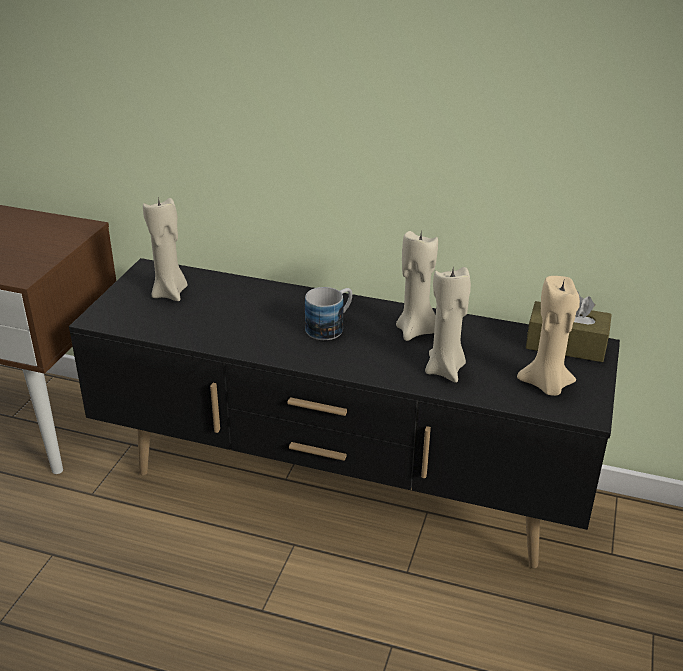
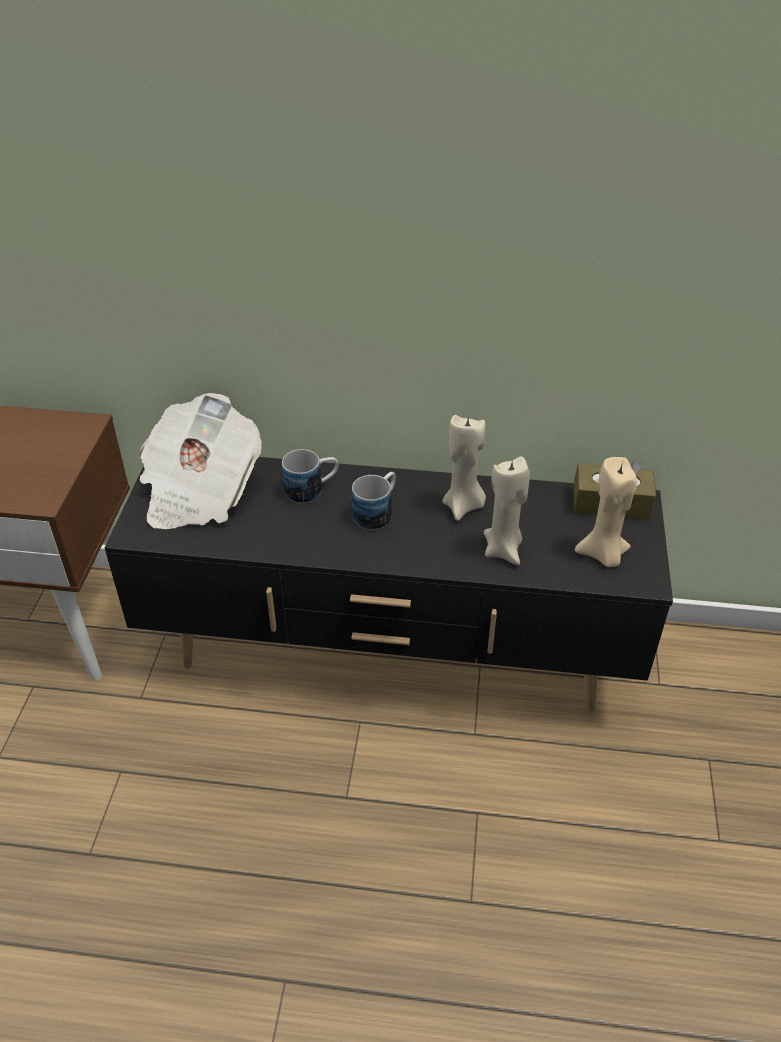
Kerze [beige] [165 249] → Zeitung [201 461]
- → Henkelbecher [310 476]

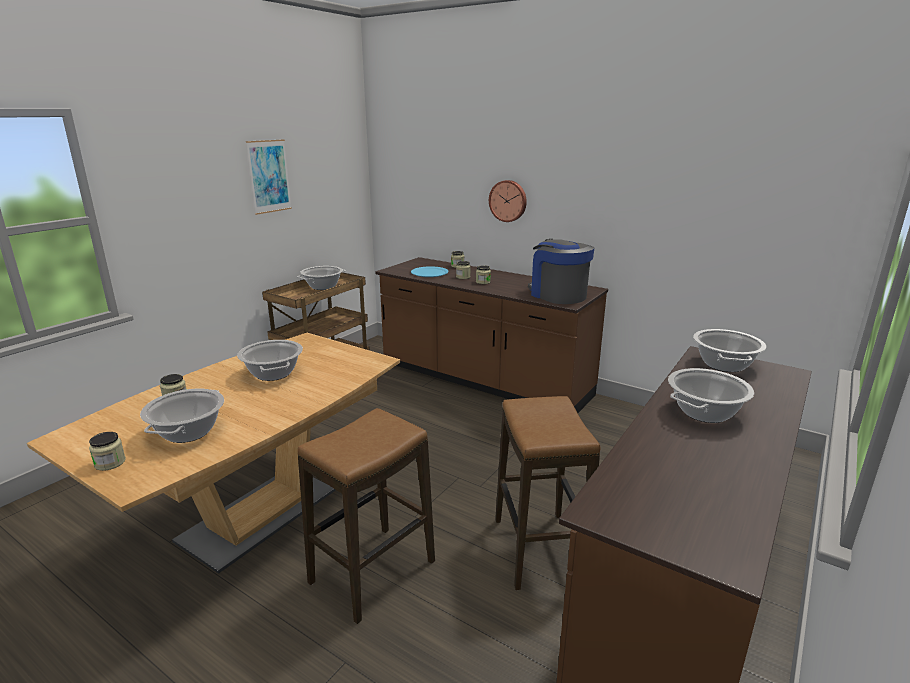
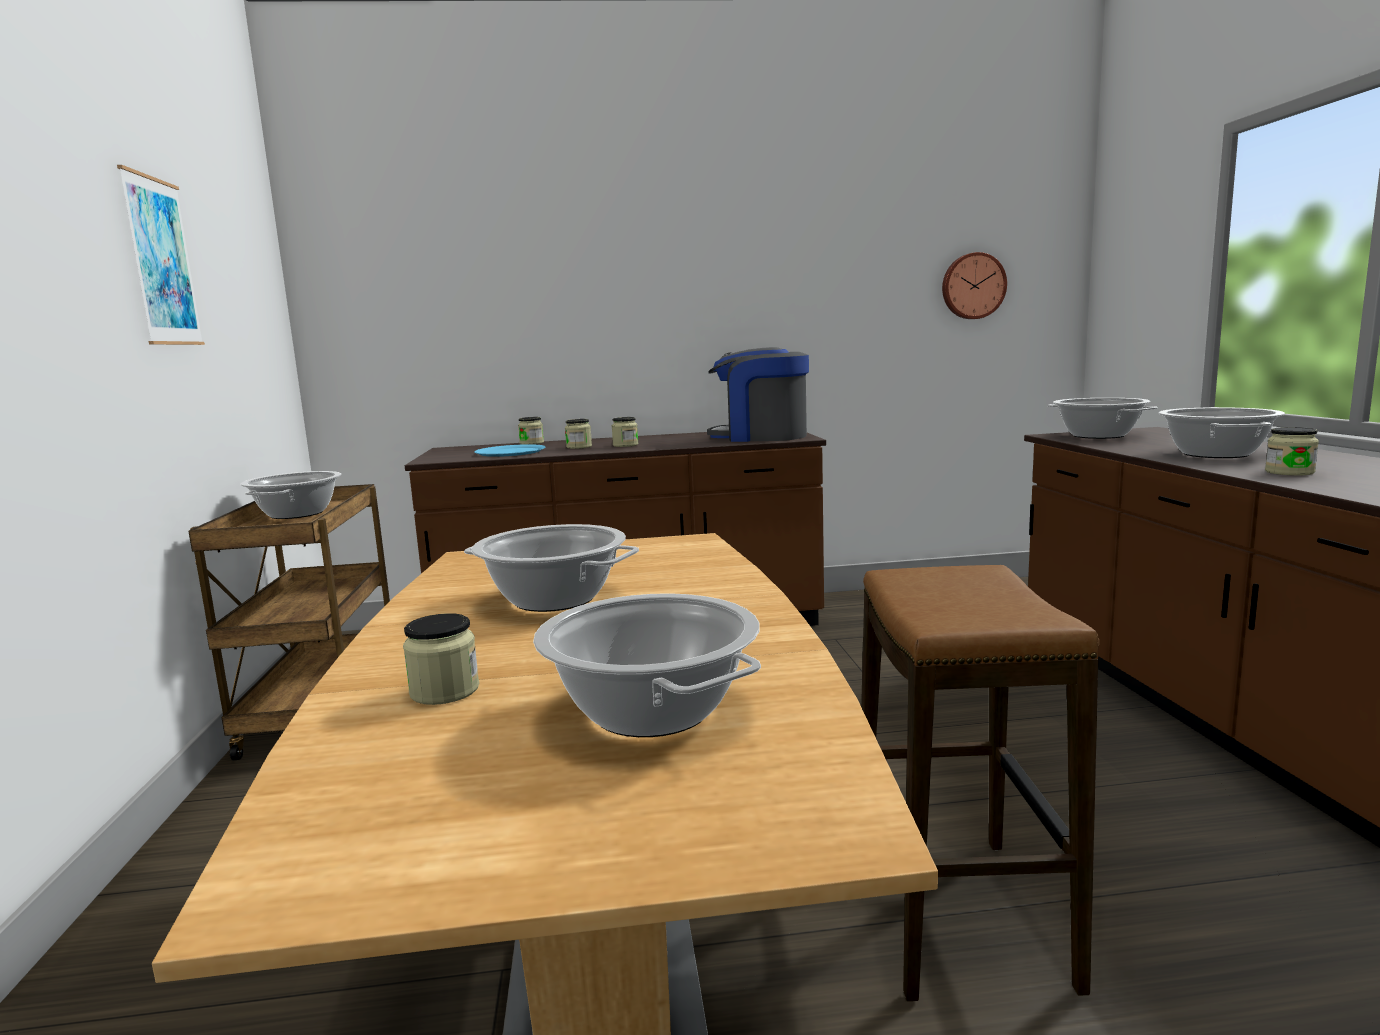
Wanduhr [508 201] → Wanduhr [974 285], move
Hocker [548 493] → -
Vorratsglas [107 451] → Vorratsglas [1292 451], move

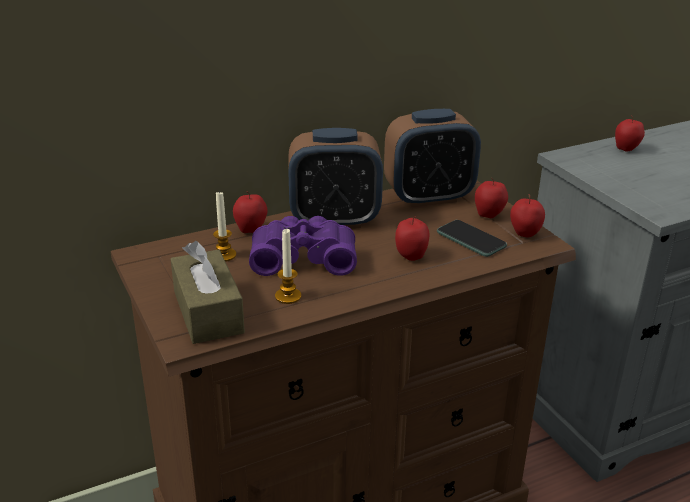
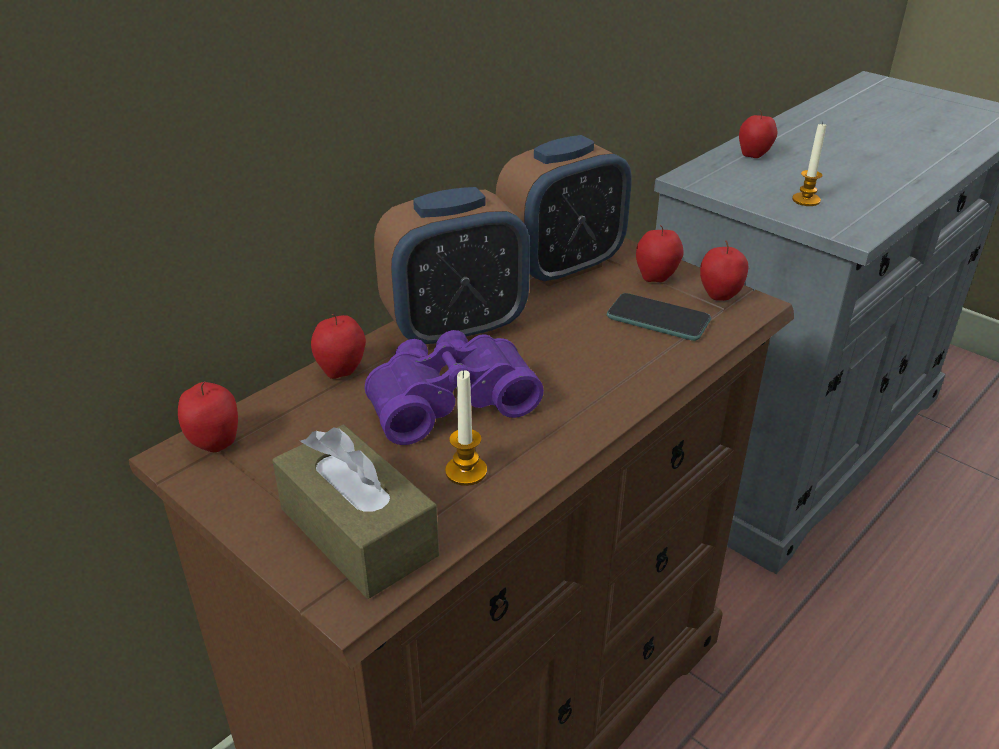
Kerze [224 226] → Kerze [809 164], move
Apfel [412 238] → Apfel [208 417], move

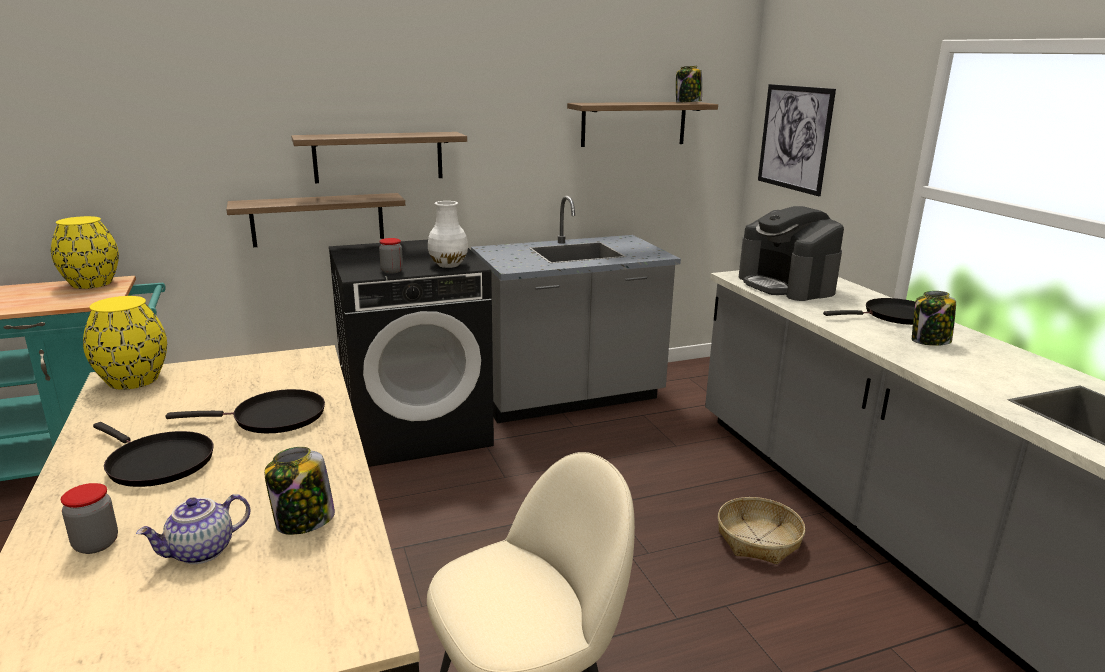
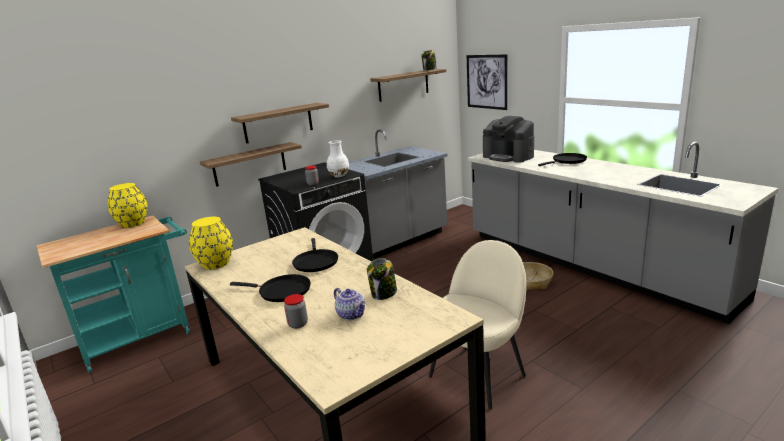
Vorratsglas [934 318] → -
Pfanne [schwarz] [245 411] → Pfanne [schwarz] [315 255], 105 degrees clockwise
Teekanne [193 529] → Teekanne [350 304], 75 degrees counterclockwise

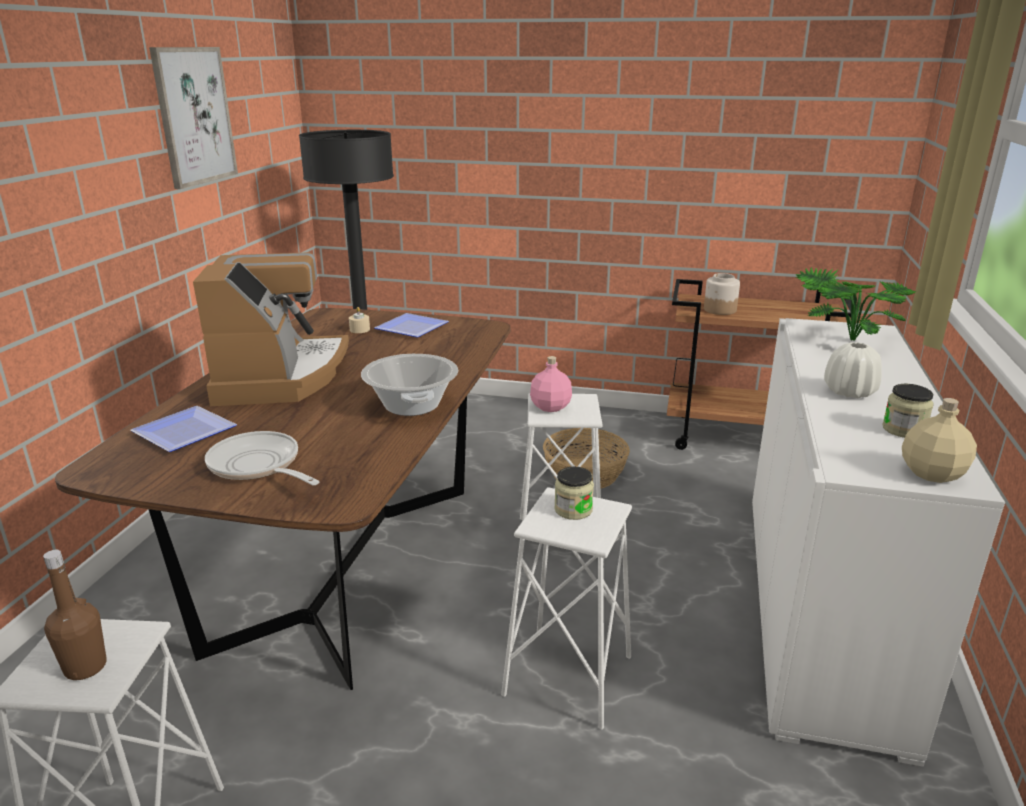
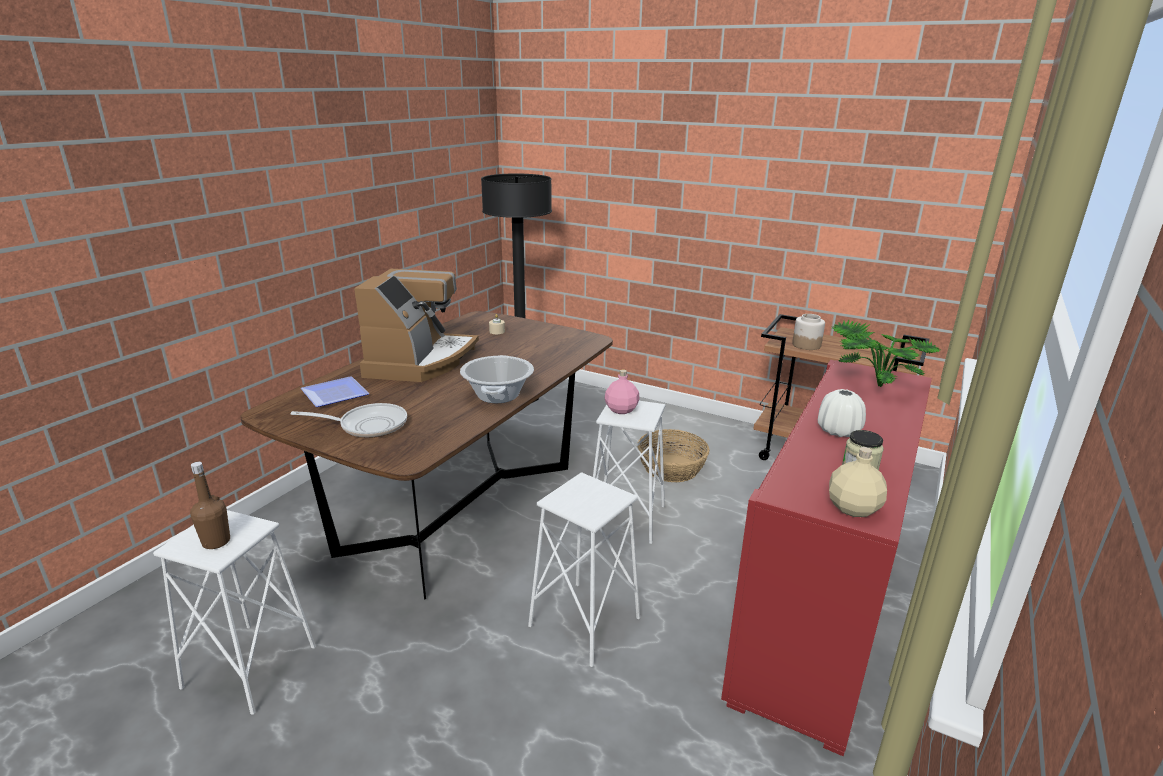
Bild [193 118] → -
Teller [411 325] → -
Schrank [weiß] [878 542] → Schrank [rot] [826 558]
Pfanne [262 458] → Pfanne [349 420], 120 degrees clockwise
Vorratsglas [574 493] → -

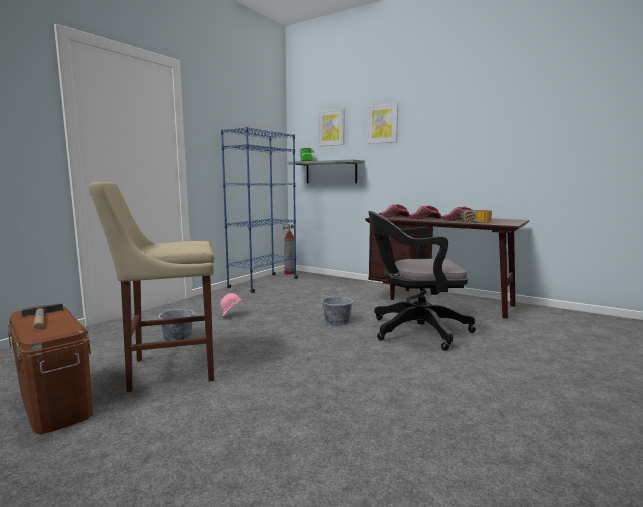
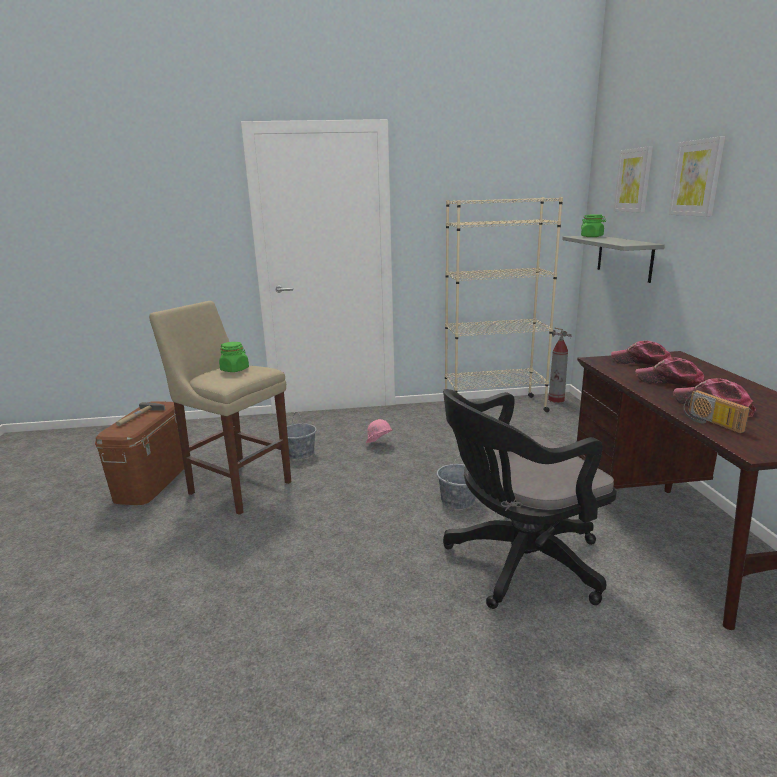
Bücherregal [blau] [259 210] → Bücherregal [beige] [504 304]
Bürostuhl [schwarz] [422 281] → Bürostuhl [schwarz] [530 499], 75 degrees counterclockwise
- → Vorratsglas [grün] [234 357]

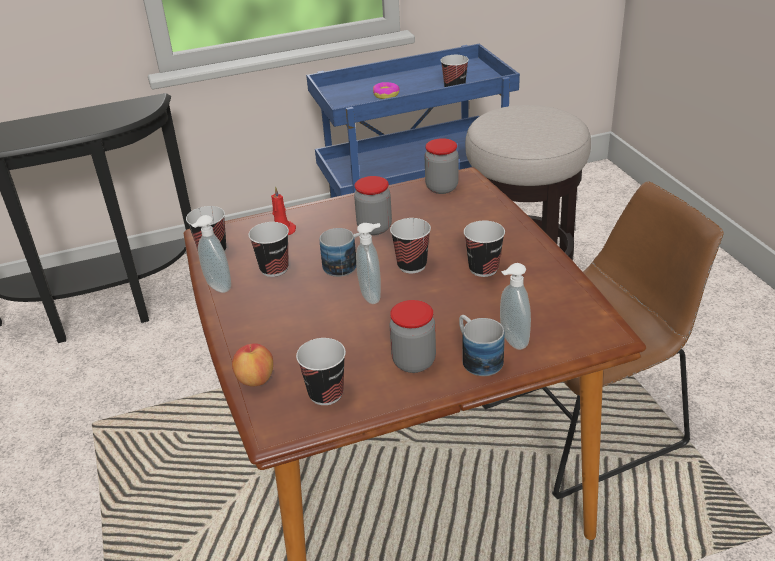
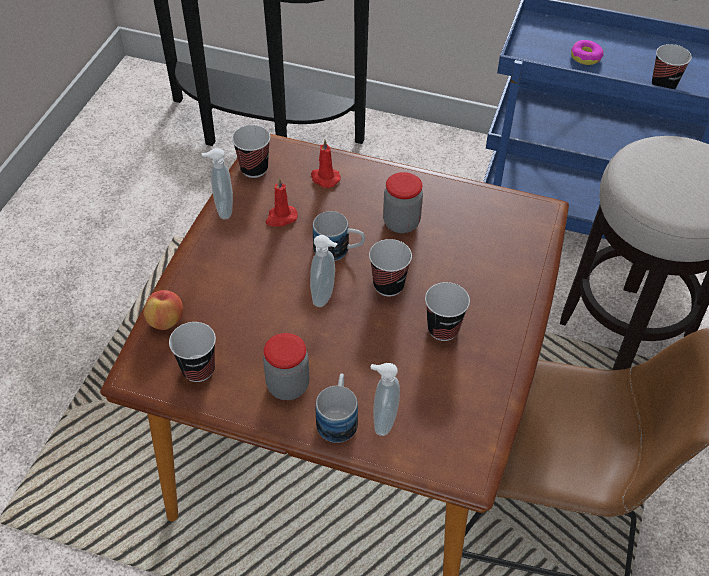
Vorratsglas [441 166] → -
Tasse [268 249] → Kerze [rot] [282 202]

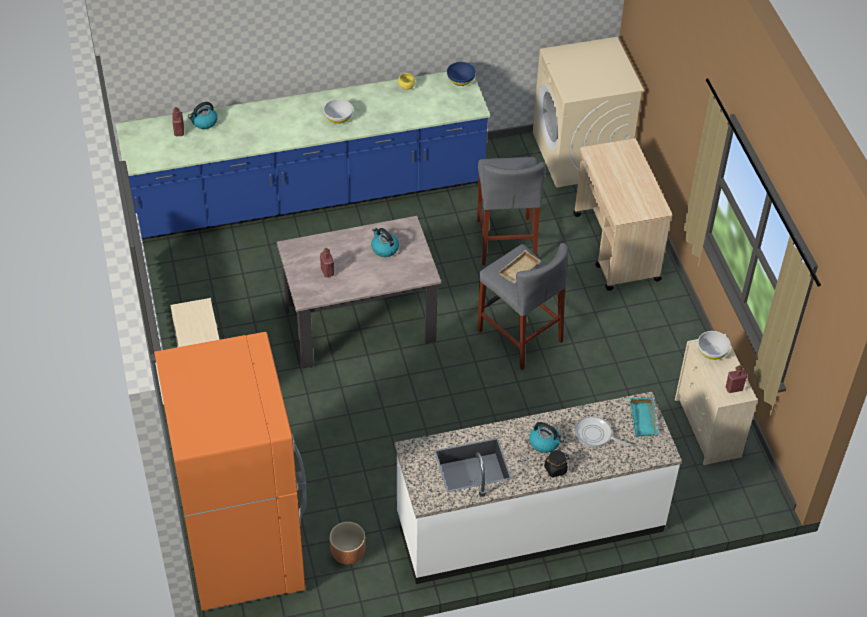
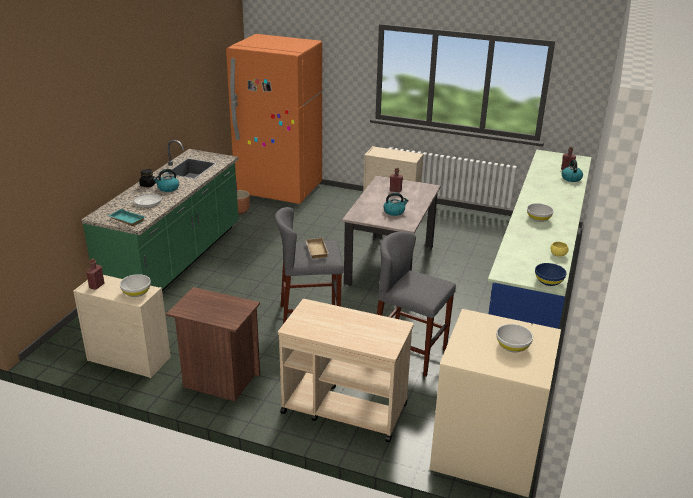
Küchenzeile [weiß] [538 488] → Küchenzeile [grün] [160 215]
- → Nachttisch [braun] [213 344]
- → Schüssel [weiß] [514 338]

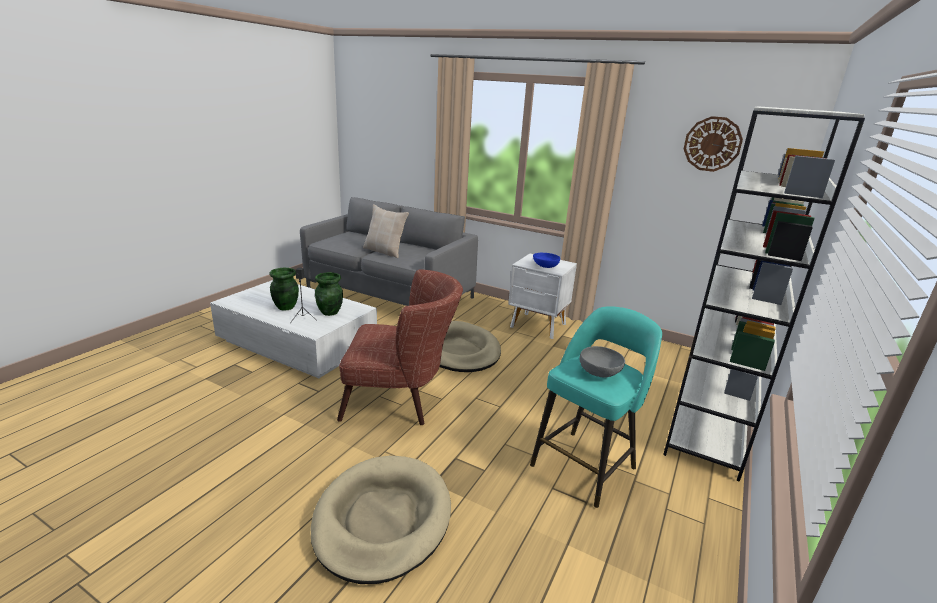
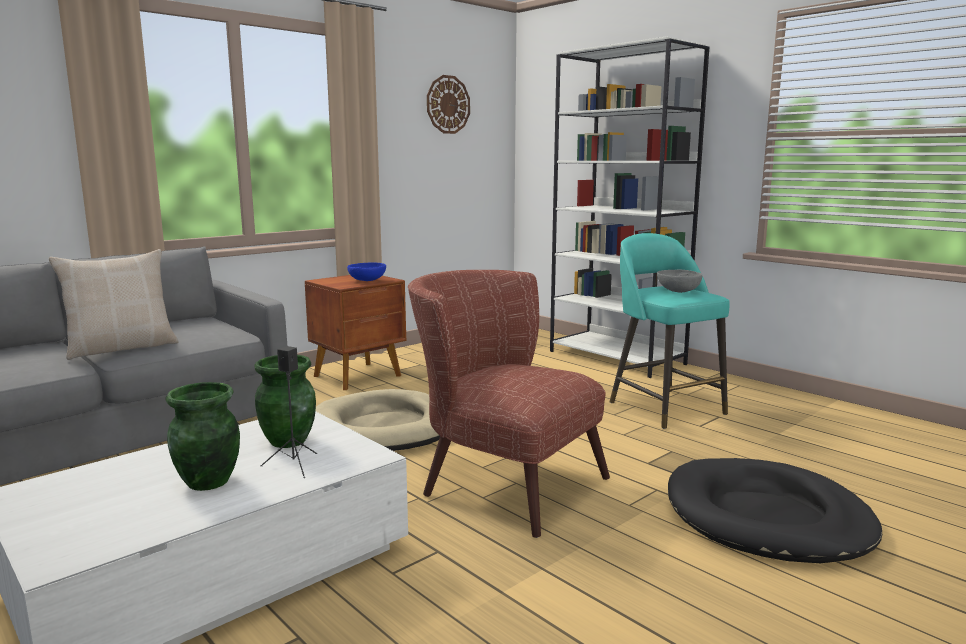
Nachttisch [weiß] [542 296] → Nachttisch [braun] [355 332]
Sessel [braun] [400 347] → Sessel [braun] [509 404], 75 degrees counterclockwise
Hundebett [beige] [380 520] → Hundebett [schwarz] [775 510]

